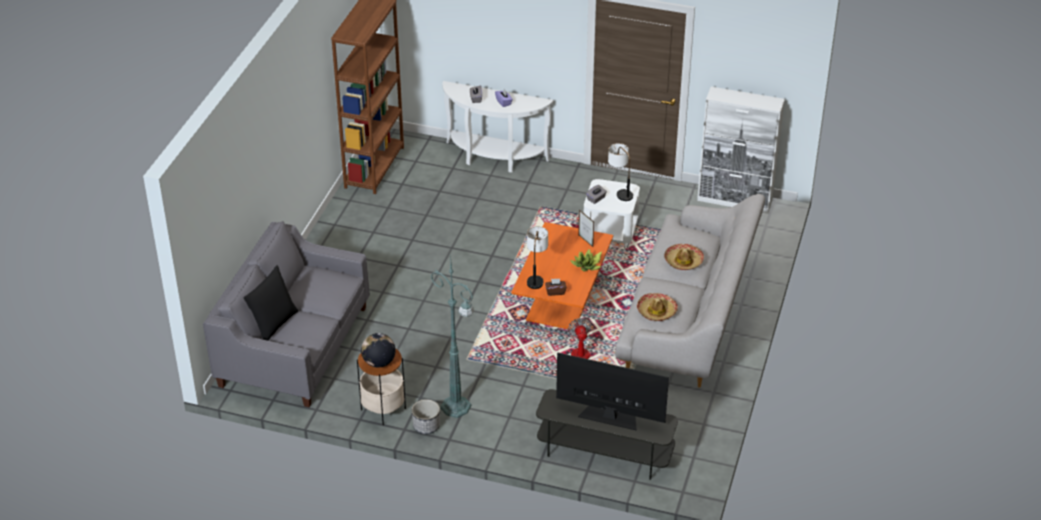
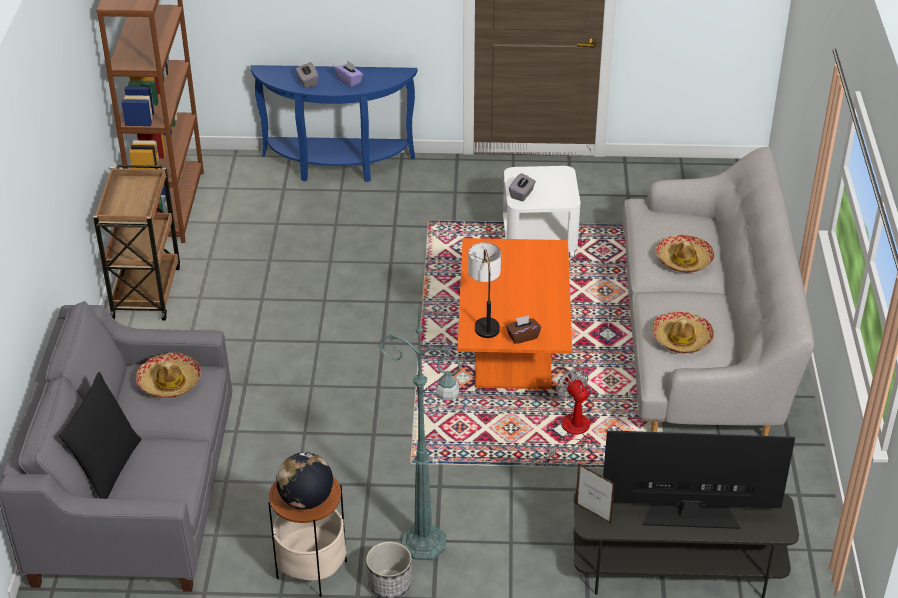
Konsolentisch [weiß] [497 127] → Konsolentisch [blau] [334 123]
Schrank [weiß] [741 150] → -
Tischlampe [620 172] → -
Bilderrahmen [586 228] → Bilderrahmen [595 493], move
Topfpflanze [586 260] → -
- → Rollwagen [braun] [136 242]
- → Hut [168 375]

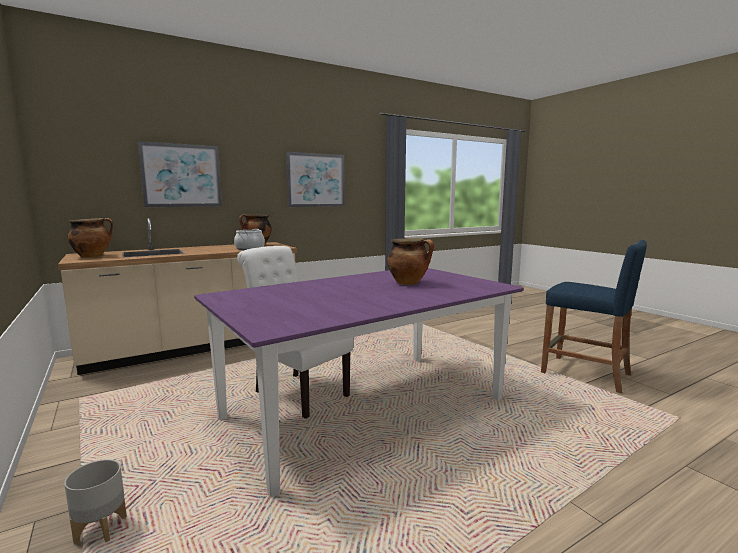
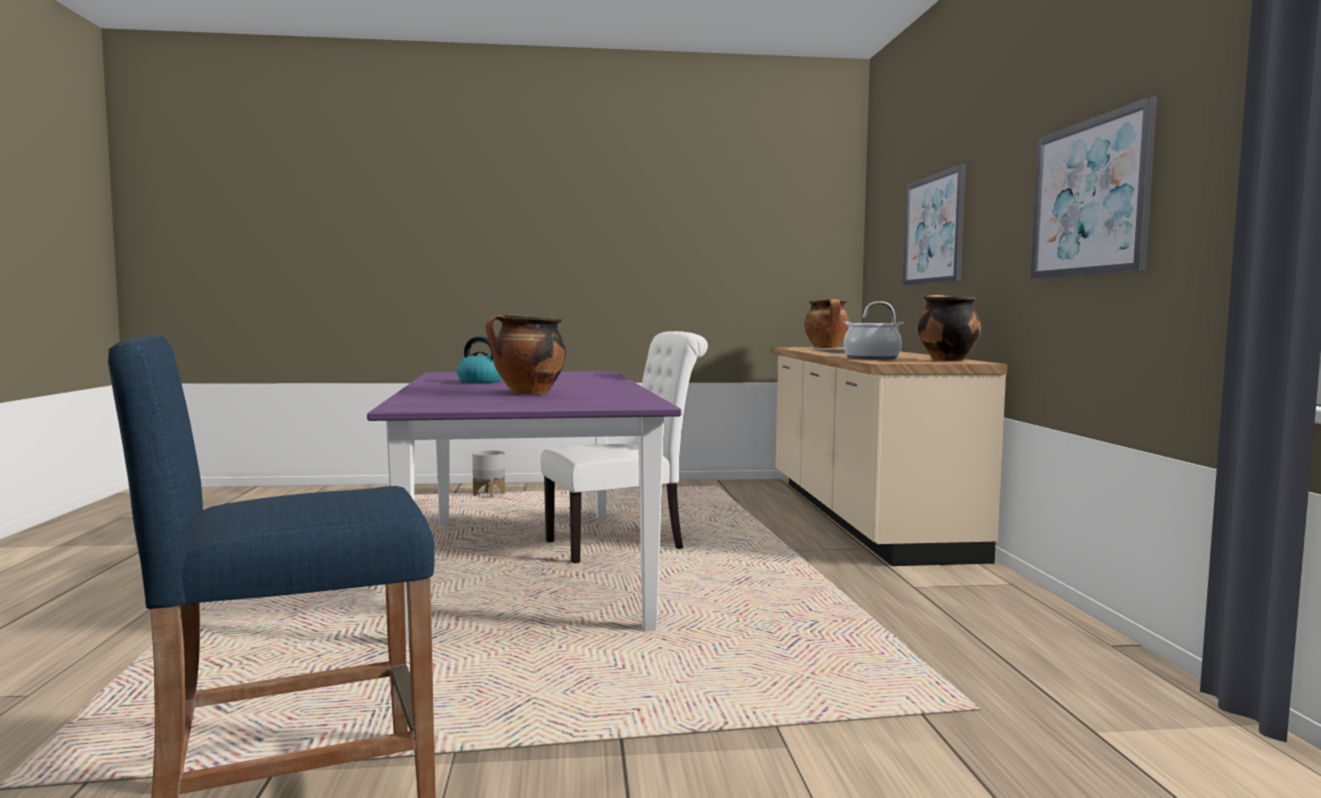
- → Wasserkessel [479 359]

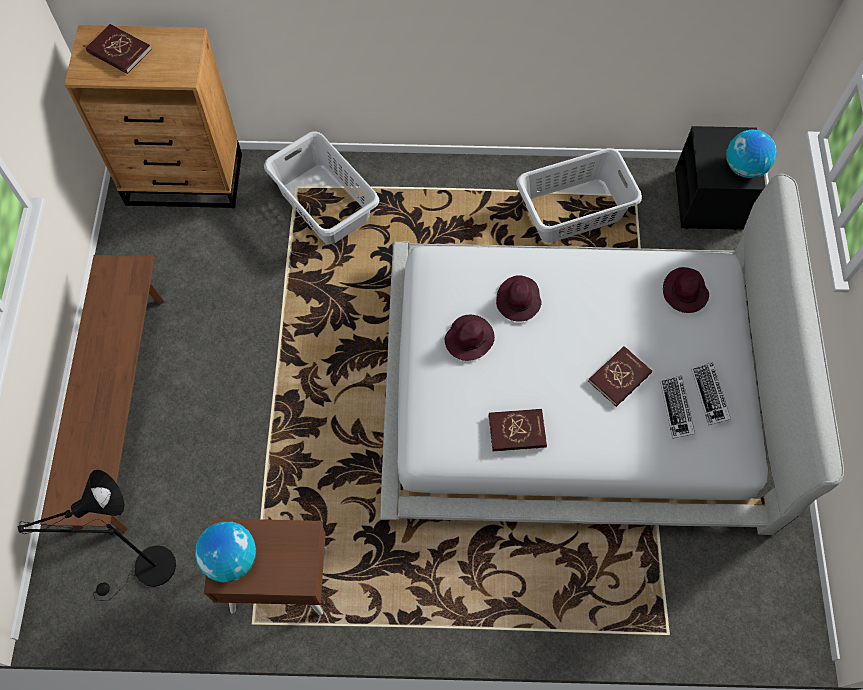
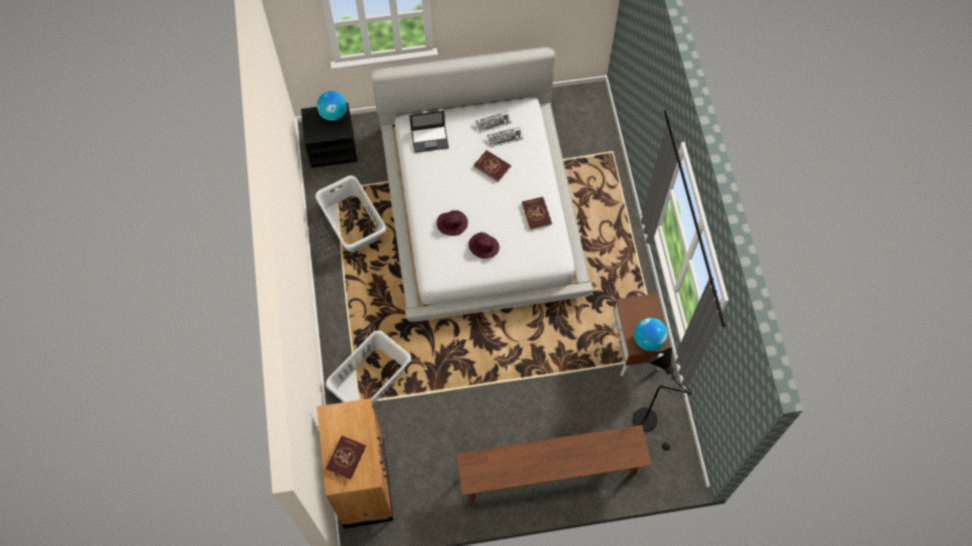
Hut [lila] [686 290] → Laptop [429 131]

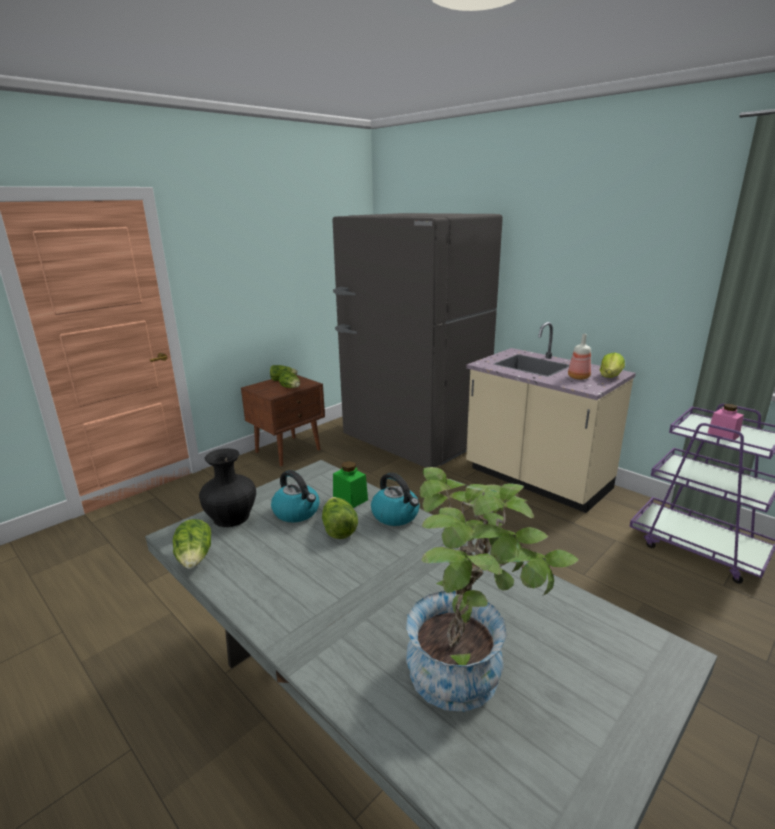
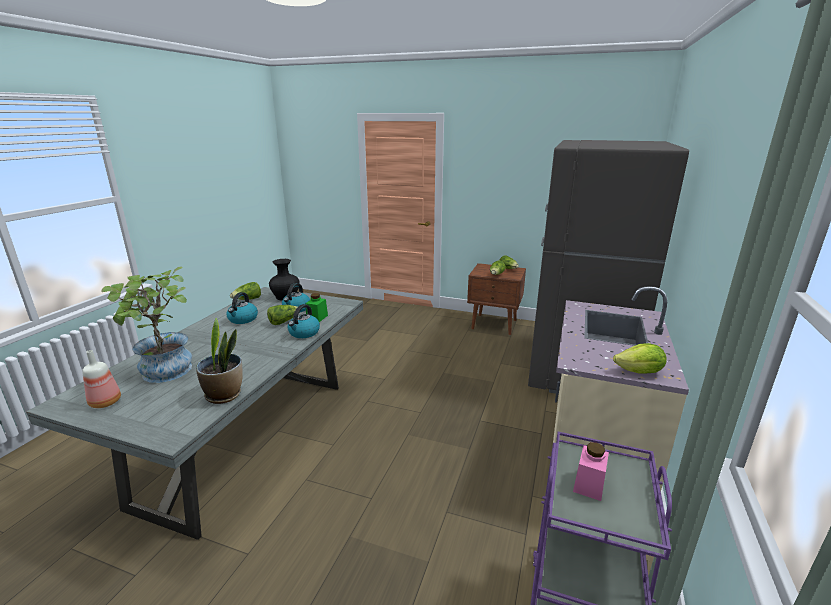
Flasche [579 357] → Flasche [101 379], move
- → Wasserkessel [242 308]
- → Topfpflanze [219 361]

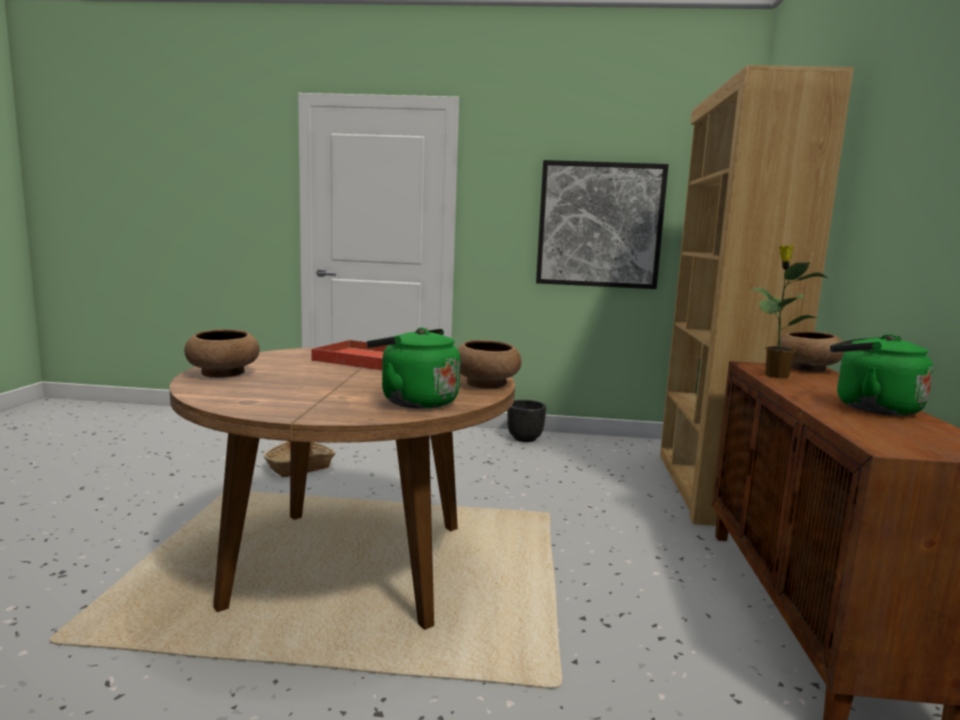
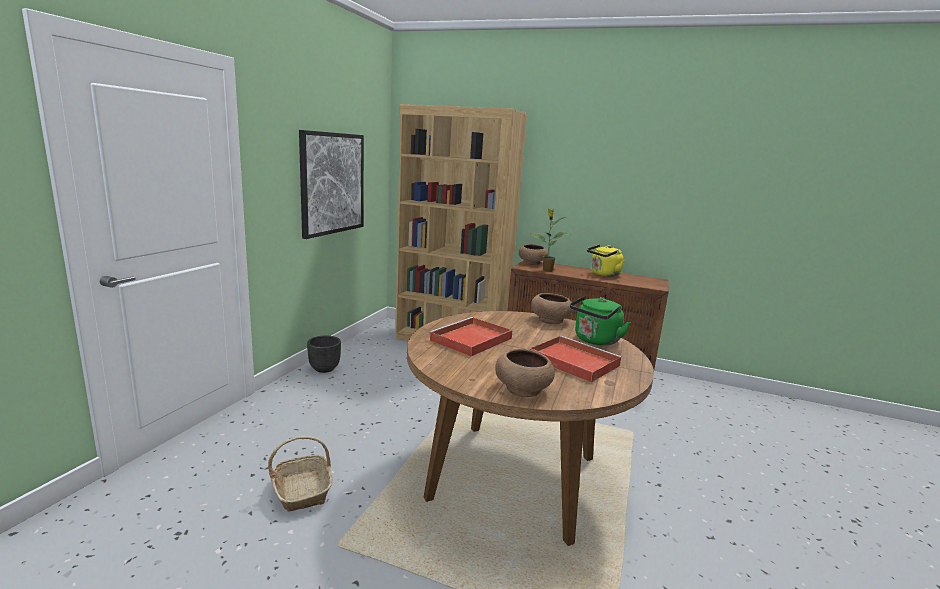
Wasserkessel [grün] [881 375] → Wasserkessel [gelb] [605 261]
- → Tablett [rot] [575 359]

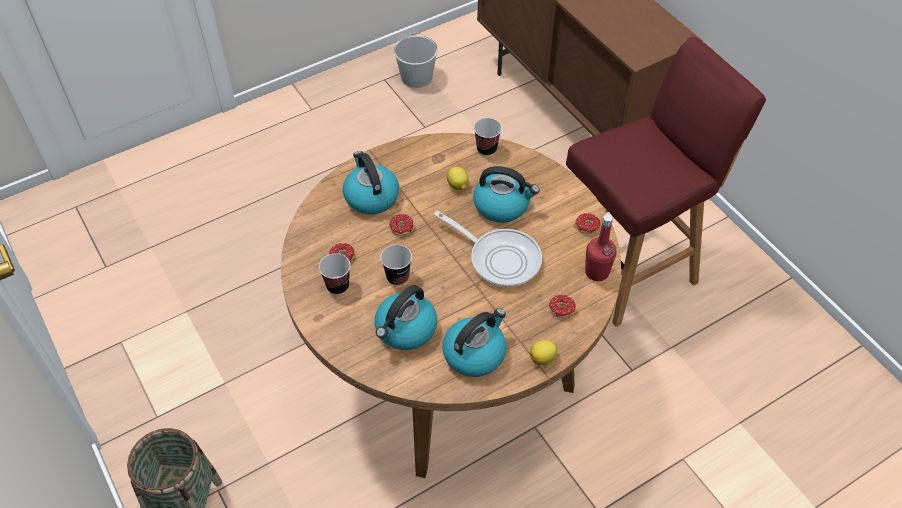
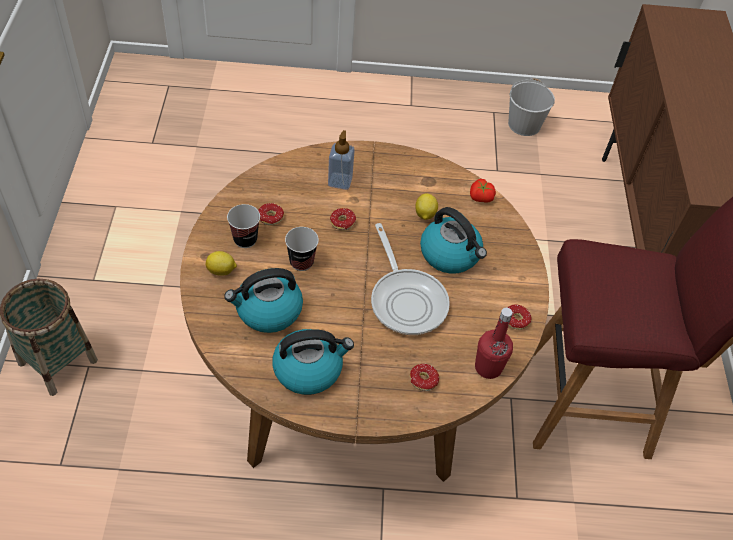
Tasse [488 137] → Tomate [483 191]
Wasserkessel [371 182] → Seifenspender [341 160]
Zitrone [543 352] → Zitrone [221 263], move

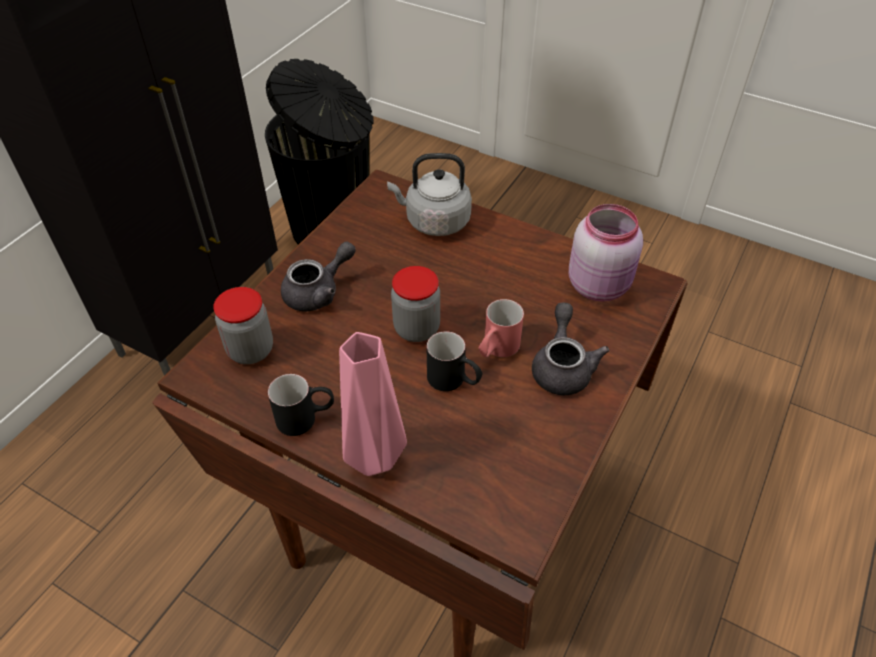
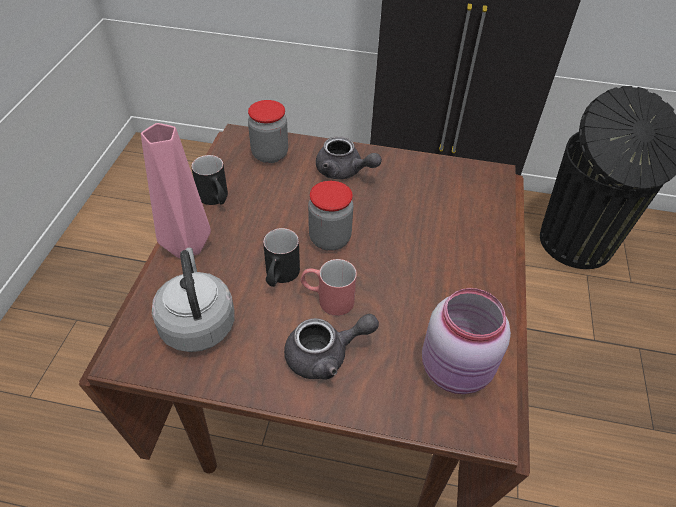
Wasserkessel [grau] [429 194] → Wasserkessel [grau] [193 300], move

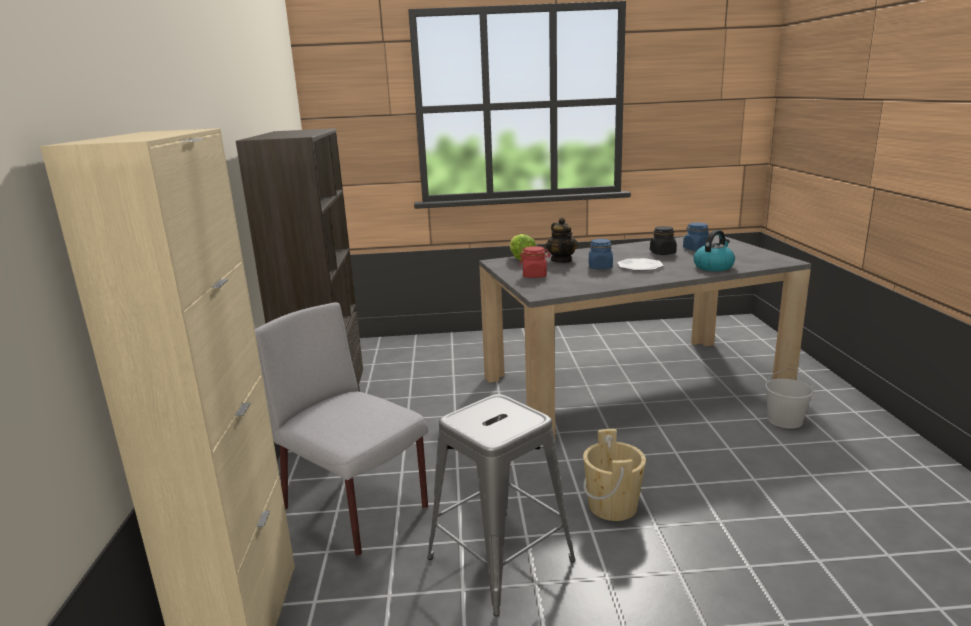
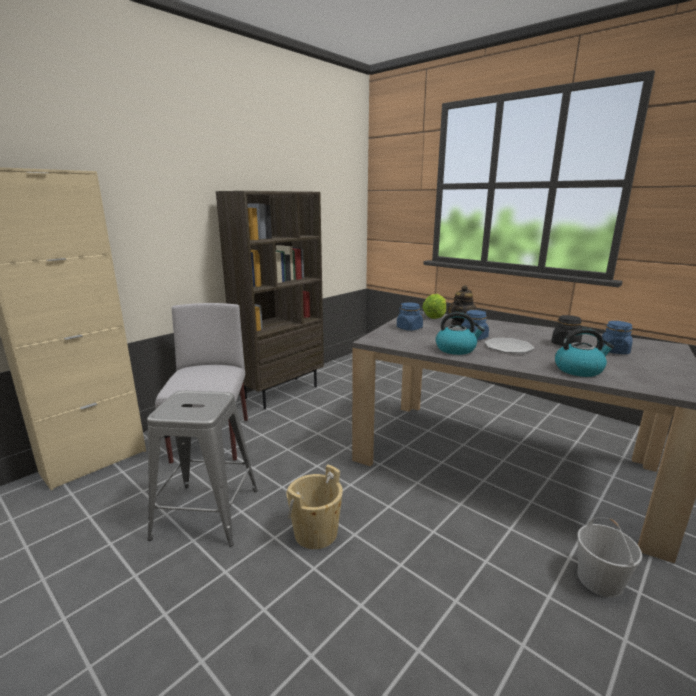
Vorratsglas [rot] [535 262] → Vorratsglas [blau] [410 316]
- → Wasserkessel [460 333]

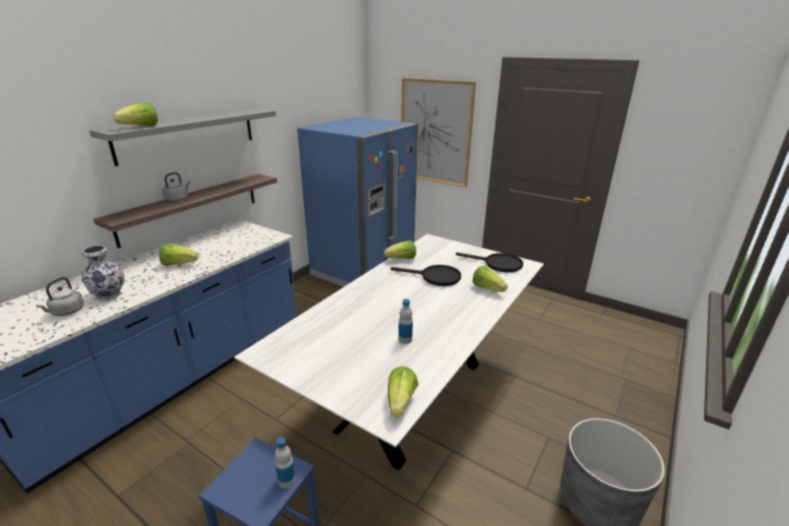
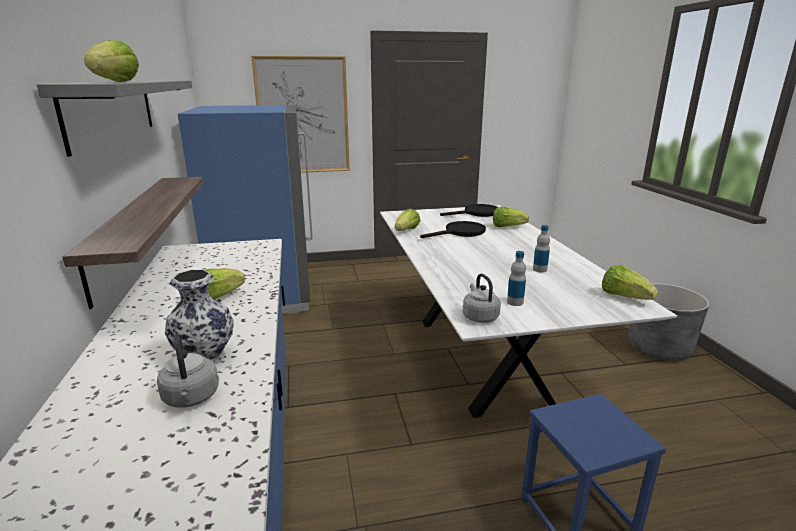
Wasserkessel [grau] [176 187] → Wasserkessel [grau] [482 298], move
Flasche [285 463] → Flasche [516 278], move

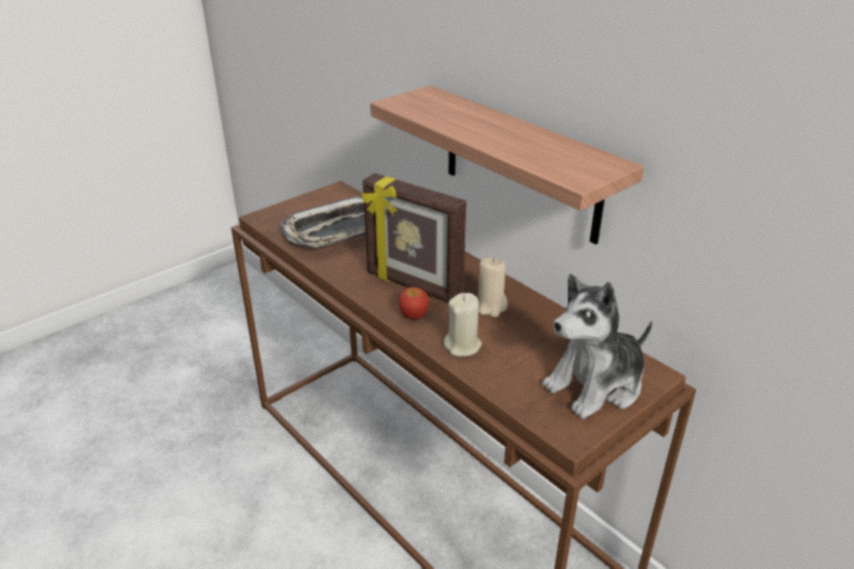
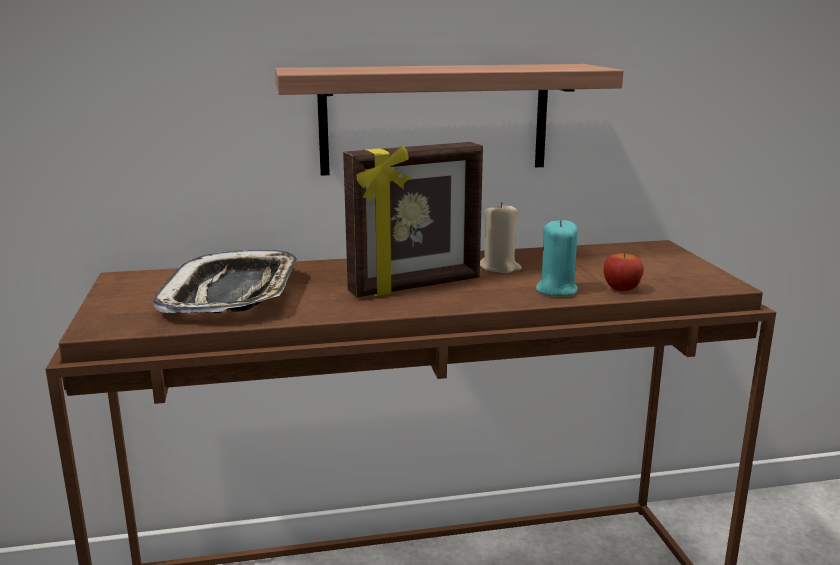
Plüschtier [597 346] → -
Apfel [413 303] → Apfel [624 272], move
Kerze [beige] [463 324] → Kerze [türkis] [557 257]

